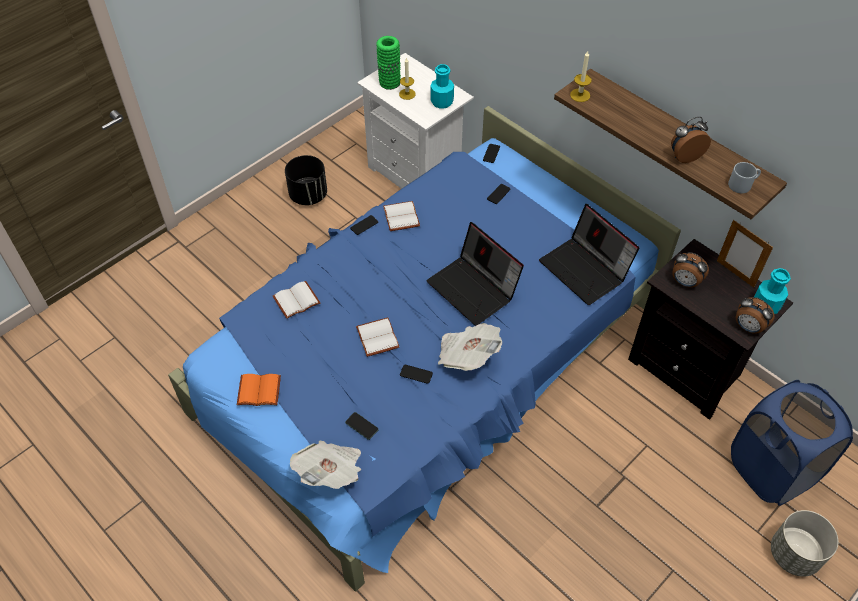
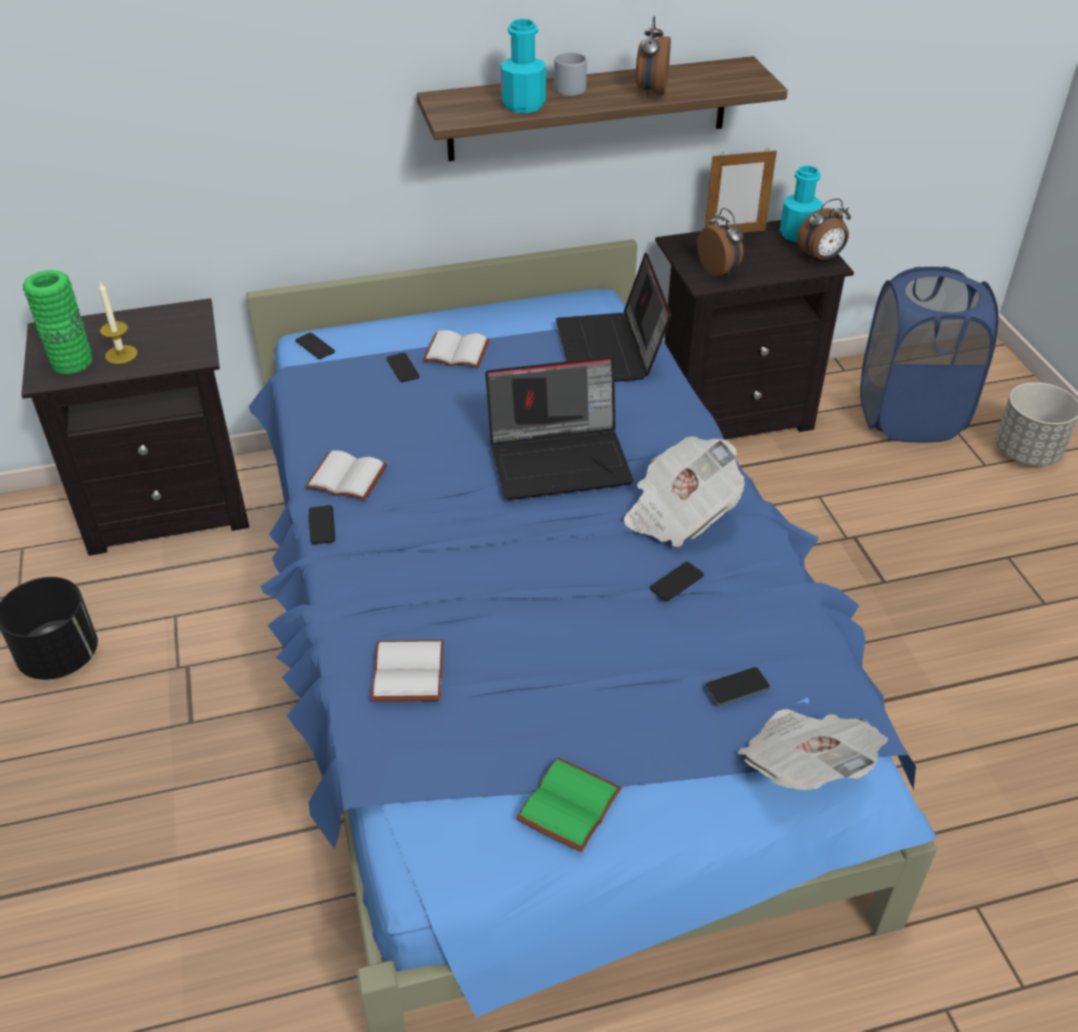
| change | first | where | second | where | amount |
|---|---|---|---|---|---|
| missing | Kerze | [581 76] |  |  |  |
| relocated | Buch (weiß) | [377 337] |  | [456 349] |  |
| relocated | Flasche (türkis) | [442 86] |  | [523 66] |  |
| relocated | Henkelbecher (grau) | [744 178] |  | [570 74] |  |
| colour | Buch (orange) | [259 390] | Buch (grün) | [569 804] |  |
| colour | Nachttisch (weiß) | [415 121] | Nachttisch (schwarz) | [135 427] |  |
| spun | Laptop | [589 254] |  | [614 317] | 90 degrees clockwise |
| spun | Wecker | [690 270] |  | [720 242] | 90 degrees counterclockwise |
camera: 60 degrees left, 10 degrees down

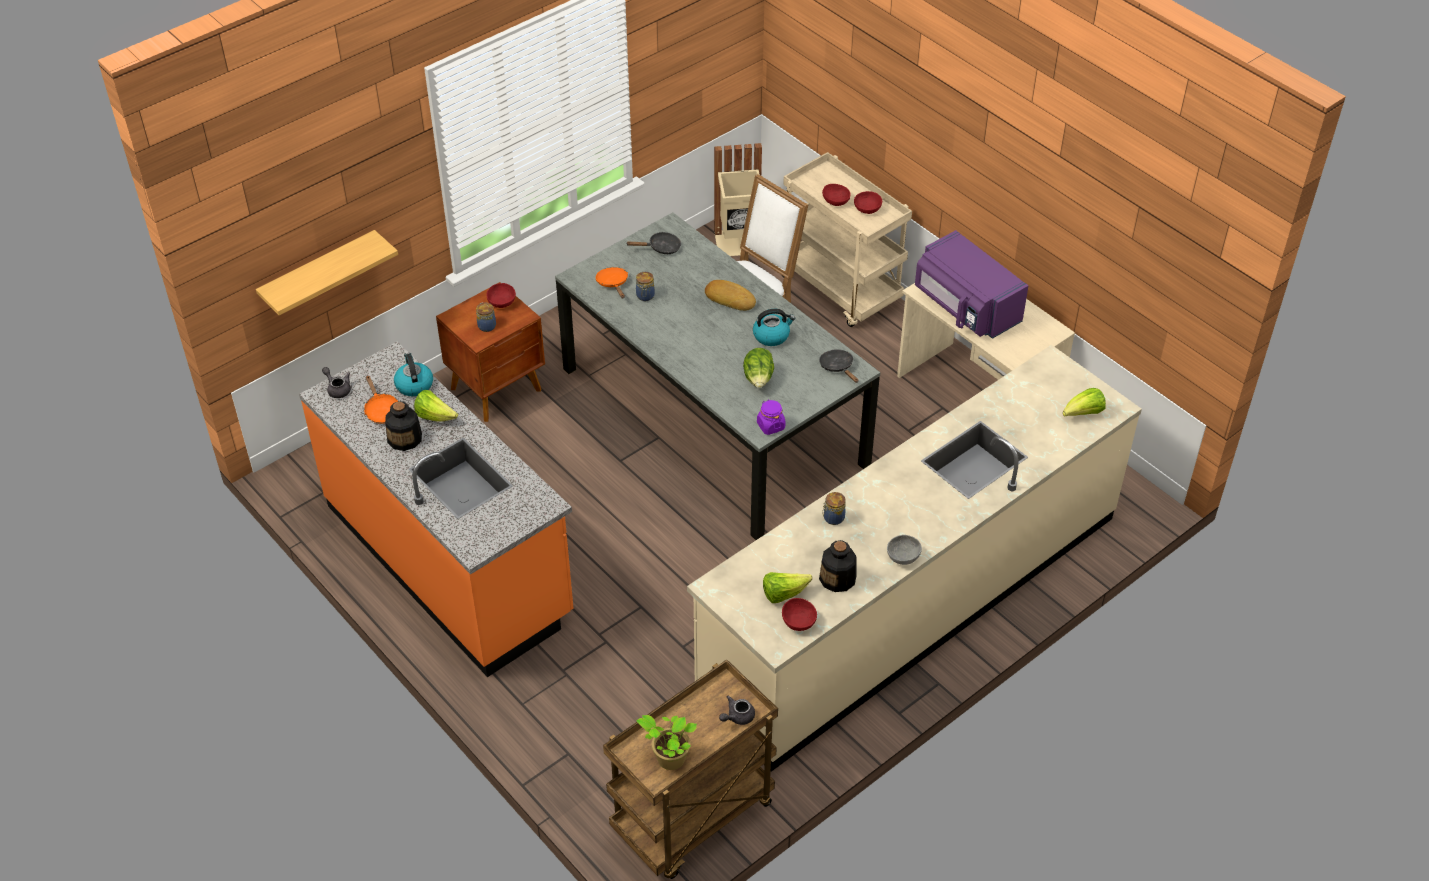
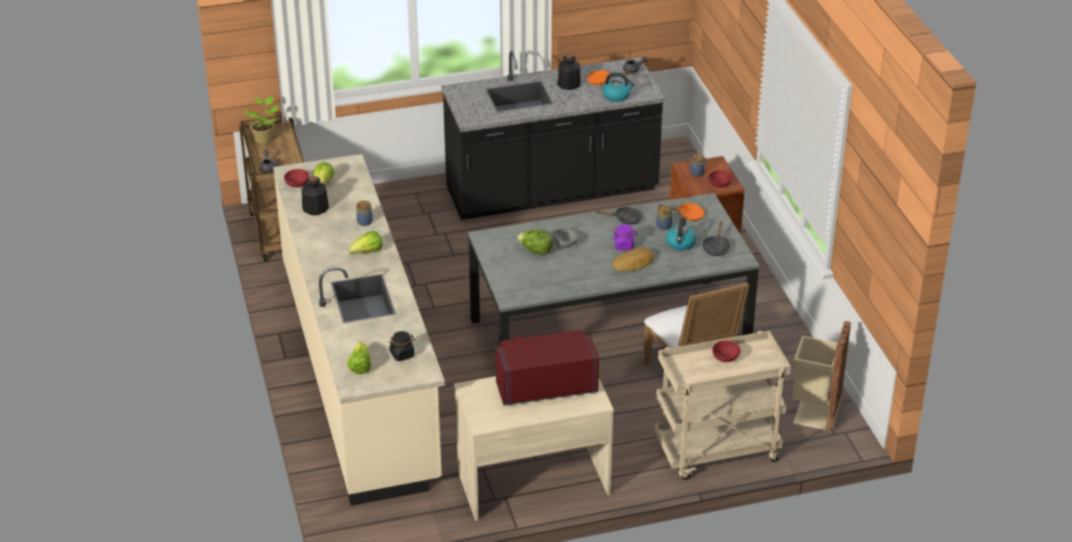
| change | first | where | second | where | amount |
|---|---|---|---|---|---|
| missing | Wandregal | [327 272] |  |  |  |
| missing | Schüssel (rot) | [868 202] |  |  |  |
| appeared |  |  | Vorratsglas (schwarz) | [402 346] |  |
| relocated | Salatkopf | [436 406] |  | [365 242] |  |
| relocated | Wasserkessel | [774 327] |  | [681 233] |  |
| relocated | Vorratsglas (lila) | [771 417] |  | [625 237] |  |
| relocated | Pfanne (schwarz) | [839 366] |  | [619 215] |  |
| relocated | Schüssel (grau) | [904 550] |  | [565 237] |  |
| colour | Küchenzeile (orange) | [436 509] | Küchenzeile (schwarz) | [553 135] |  |
| colour | Mikrowelle (lila) | [971 284] | Mikrowelle (rot) | [547 368] |  |
camera: 115 degrees right, 10 degrees down

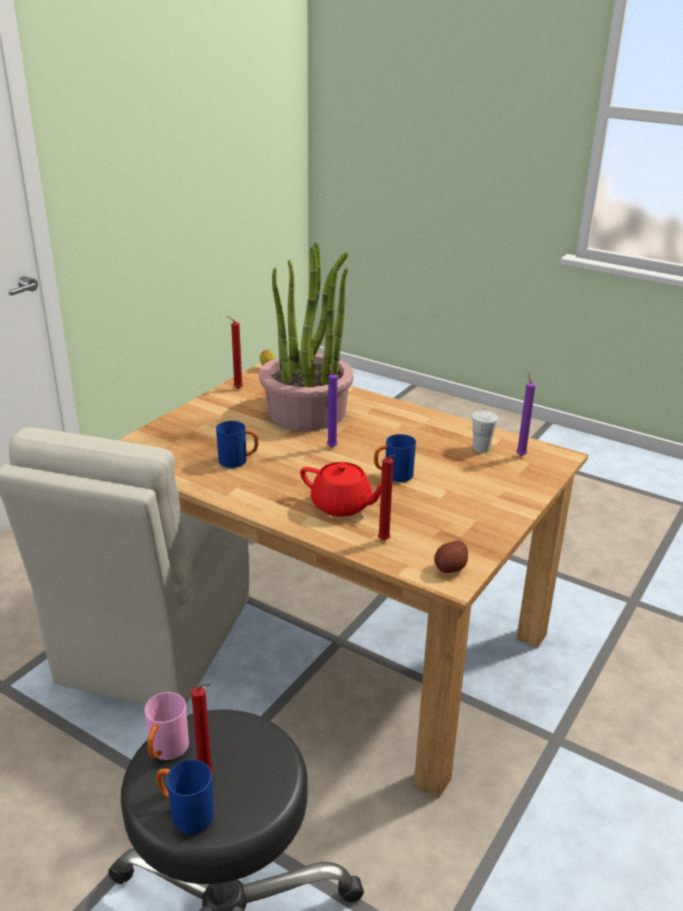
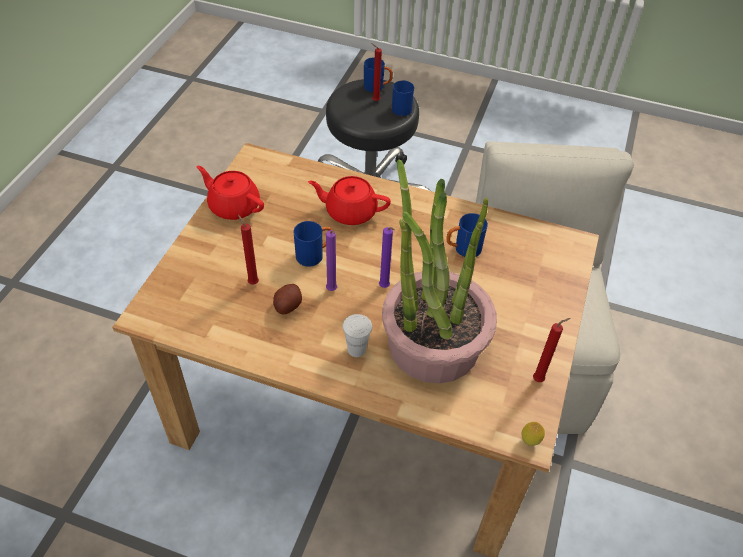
| change | first | where | second | where | amount |
|---|---|---|---|---|---|
| appeared |  |  | Teekanne (rot) | [230 193] |  |
| relocated | Kerze (rot) | [386 497] |  | [248 250] |  |
| relocated | Kartoffel | [451 557] |  | [287 299] |  |
| relocated | Tasse (weiß) | [485 431] |  | [357 335] |  |
| relocated | Kerze (lila) | [526 414] |  | [331 260] |  |
| colour | Henkelbecher (rosa) | [167 726] | Henkelbecher (blau) | [403 98] |  |
camera: 165 degrees right, 20 degrees up

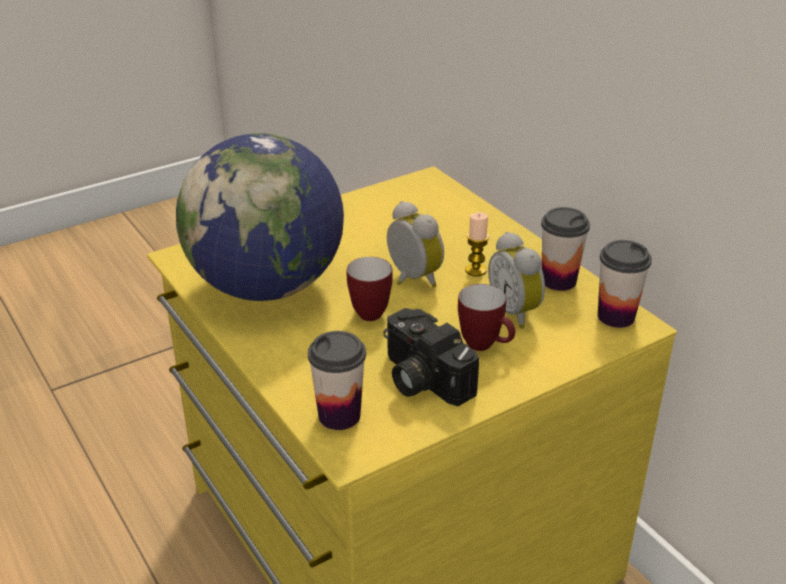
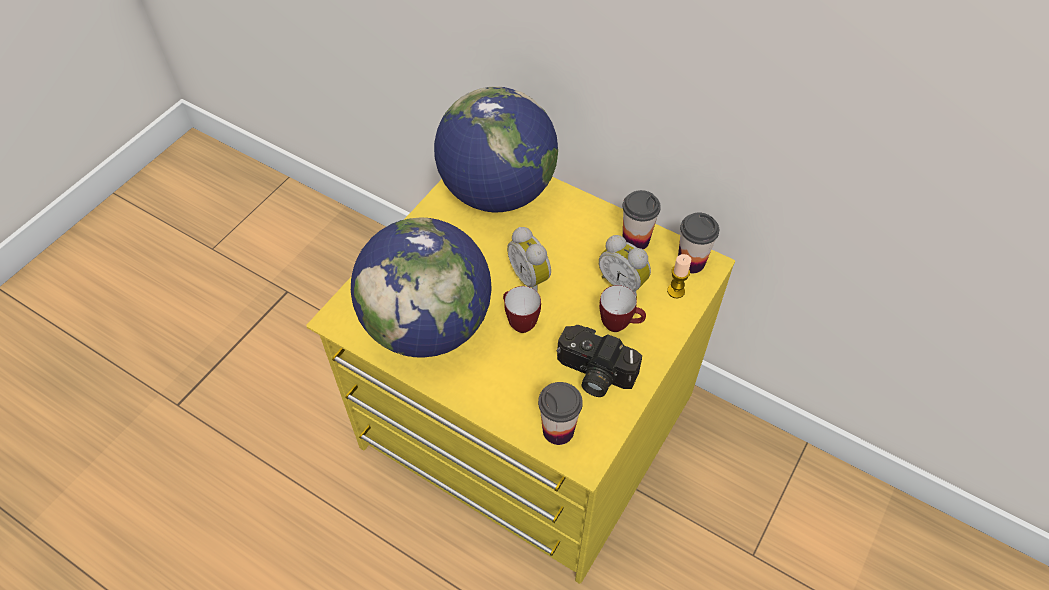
| change | first | where | second | where | amount |
|---|---|---|---|---|---|
| appeared |  |  | Globus | [496 149] |  |
| relocated | Kerze | [477 244] |  | [679 276] |  |
| spun | Wecker | [415 244] |  | [529 259] | 150 degrees counterclockwise |
camera: 25 degrees left, 20 degrees up

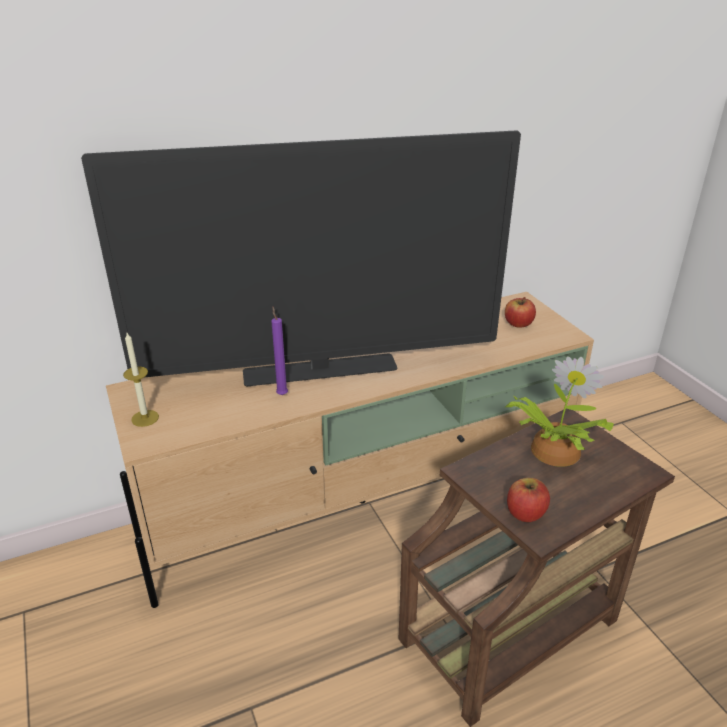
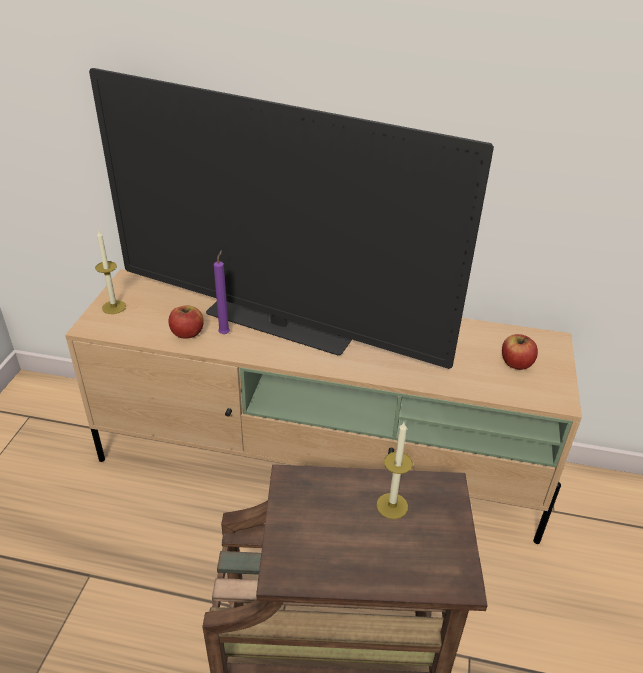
| change | first | where | second | where | amount |
|---|---|---|---|---|---|
| relocated | Apfel | [528 500] |  | [186 322] |  |
| exchanged | Topfpflanze | [560 411] | Kerze | [394 470] |  |
camera: 35 degrees right, 5 degrees up

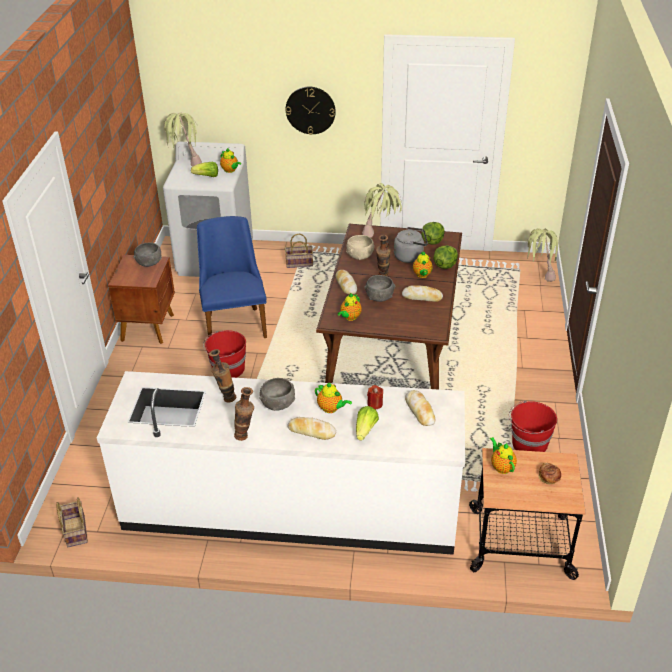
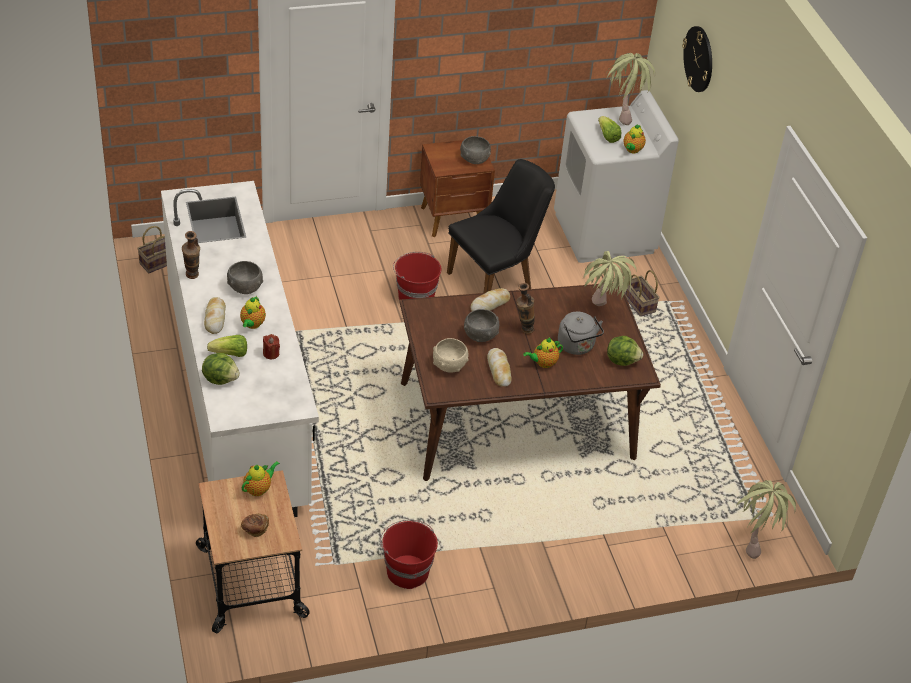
| change | first | where | second | where | amount |
|---|---|---|---|---|---|
| missing | Vase | [222 375] |  |  |  |
| missing | Teekanne | [349 307] |  |  |  |
| missing | Brot | [420 408] |  |  |  |
| relocated | Wanduhr | [311 111] |  | [697 59] |  |
| relocated | Schüssel (beige) | [360 247] |  | [451 355] |  |
| relocated | Salatkopf | [445 257] |  | [221 369] |  |
| colour | Stuhl (blau) | [232 277] | Stuhl (schwarz) | [501 226] |  |
camera: 65 degrees right, 5 degrees up

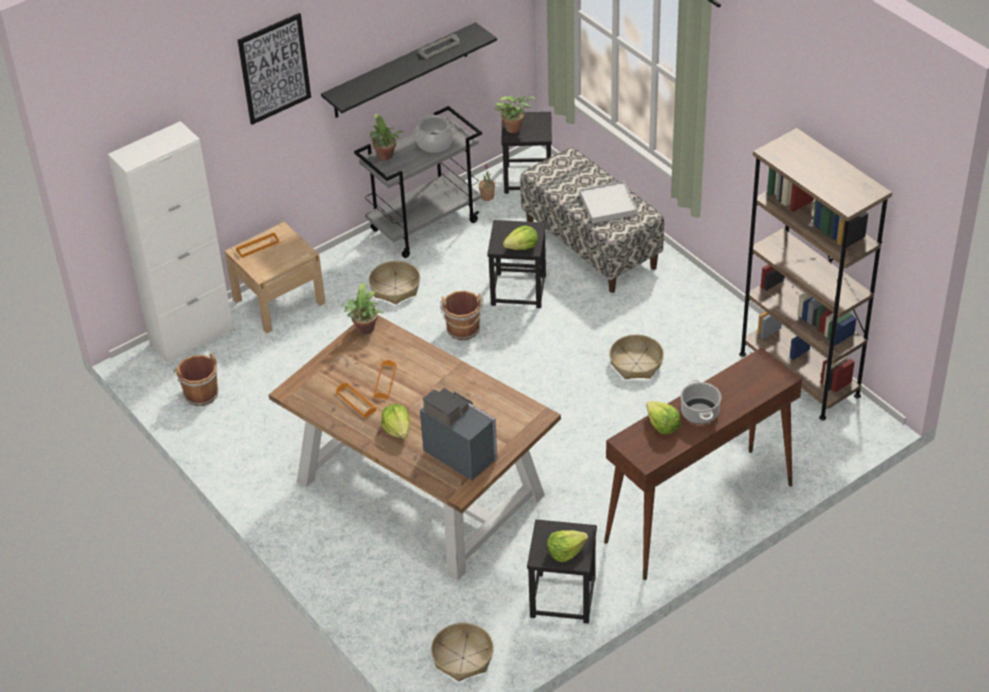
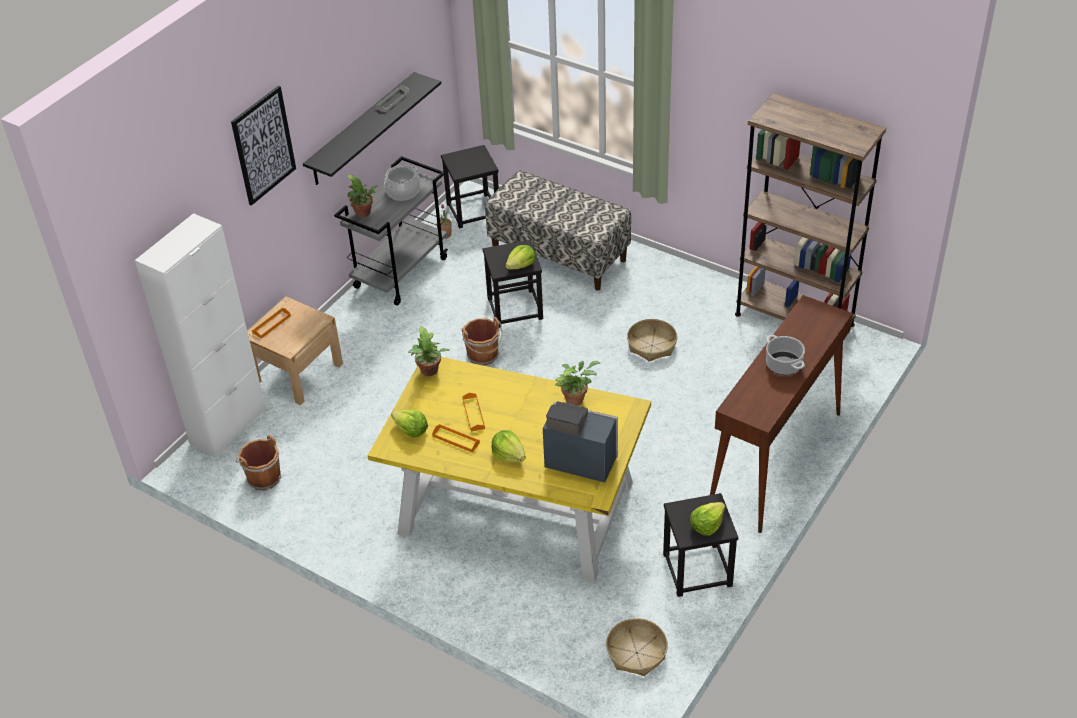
| change | first | where | second | where | amount |
|---|---|---|---|---|---|
| missing | Korb | [394 282] |  |  |  |
| missing | Tablett (weiß) | [608 202] |  |  |  |
| relocated | Topfpflanze | [515 114] |  | [577 383] |  |
| relocated | Salatkopf | [663 417] |  | [409 423] |  |
| colour | Esstisch (braun) | [415 448] | Esstisch (gelb) | [509 470] |  |
camera: 20 degrees left, 0 degrees up

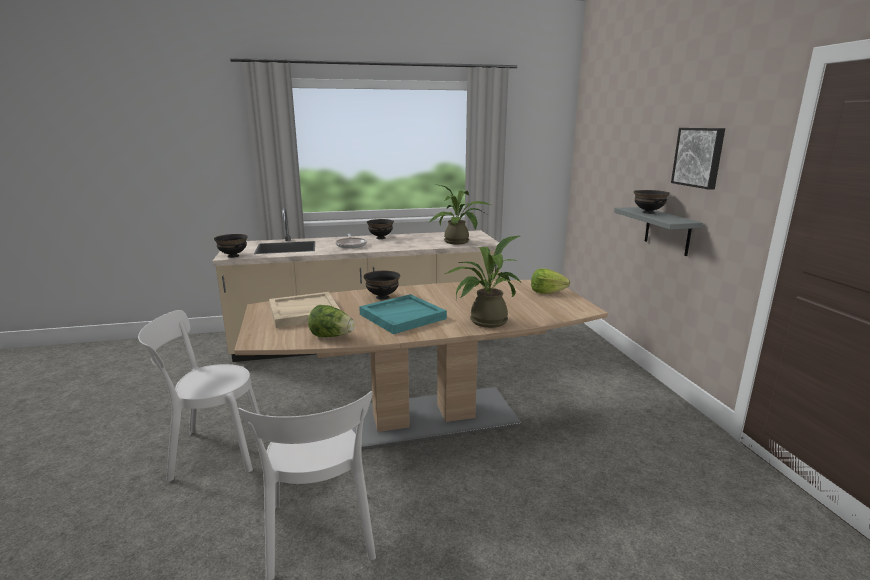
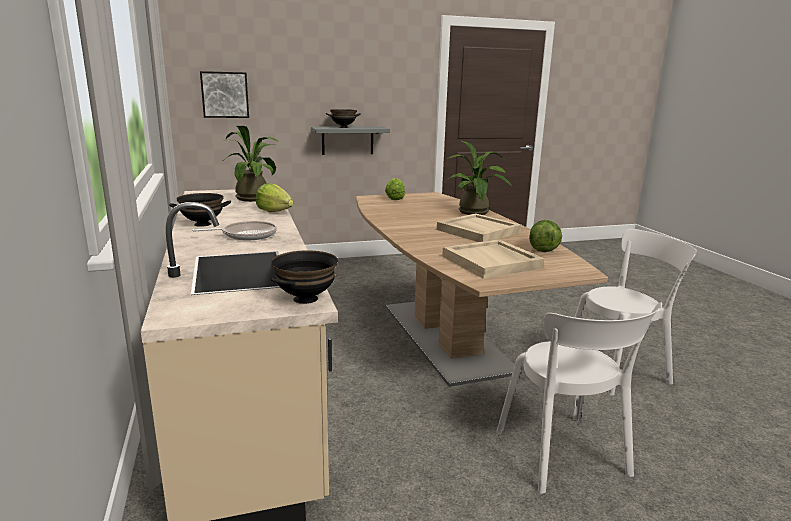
| change | first | where | second | where | amount |
|---|---|---|---|---|---|
| missing | Schüssel (schwarz) | [381 285] |  |  |  |
| appeared |  |  | Salatkopf | [275 197] |  |
| relocated | Bild | [698 159] |  | [224 94] |  |
| colour | Tablett (türkis) | [403 314] | Tablett (beige) | [479 227] |  |
camera: 95 degrees left, 0 degrees up

